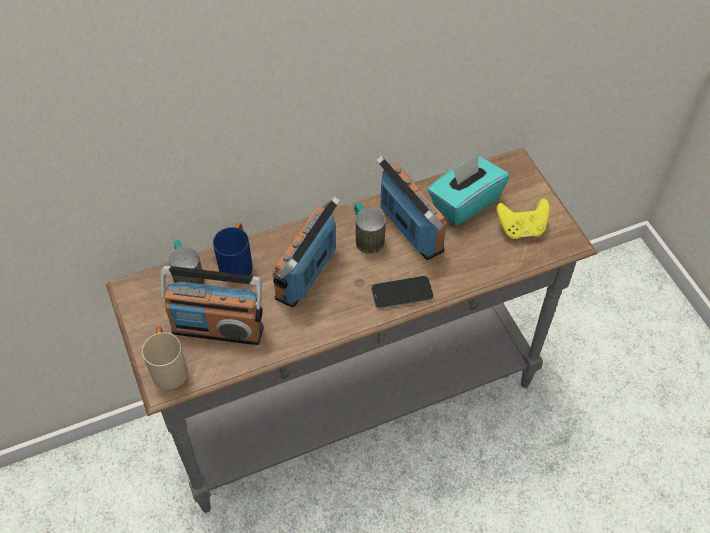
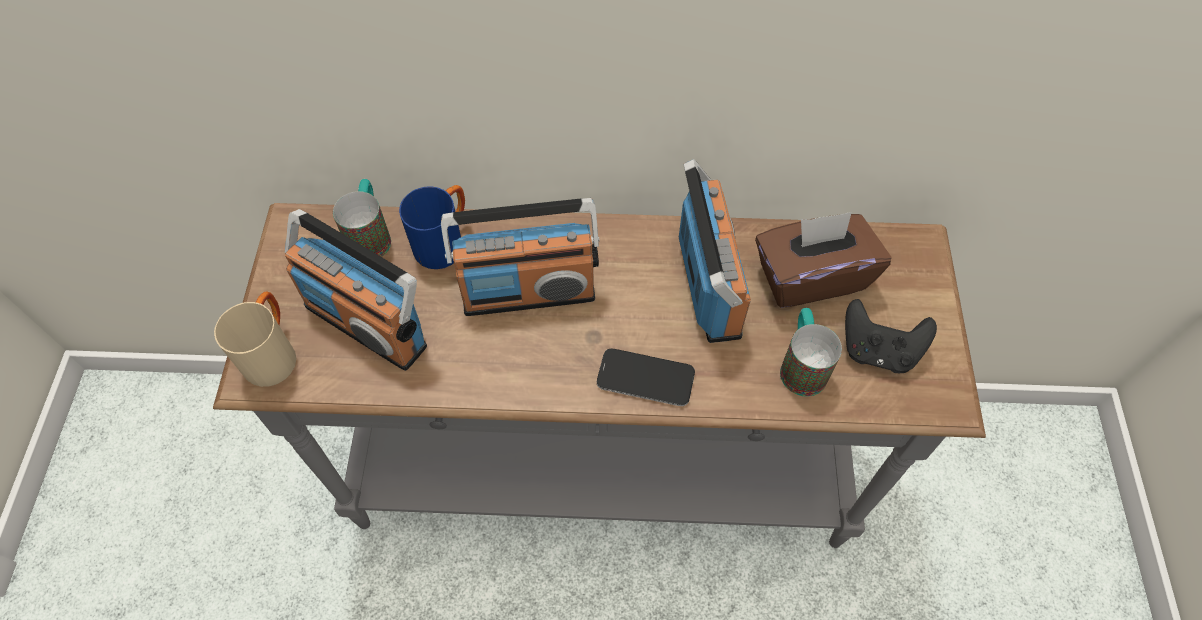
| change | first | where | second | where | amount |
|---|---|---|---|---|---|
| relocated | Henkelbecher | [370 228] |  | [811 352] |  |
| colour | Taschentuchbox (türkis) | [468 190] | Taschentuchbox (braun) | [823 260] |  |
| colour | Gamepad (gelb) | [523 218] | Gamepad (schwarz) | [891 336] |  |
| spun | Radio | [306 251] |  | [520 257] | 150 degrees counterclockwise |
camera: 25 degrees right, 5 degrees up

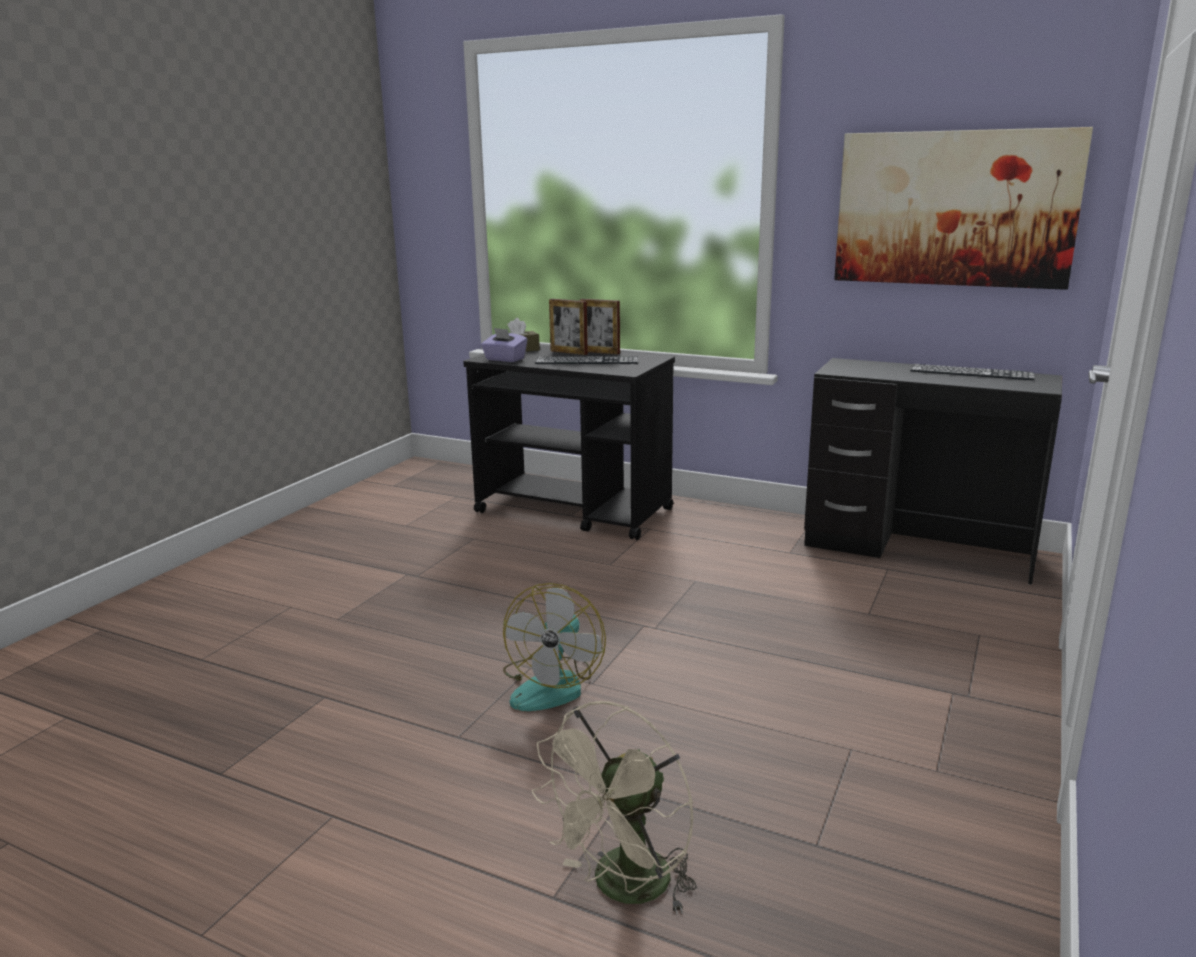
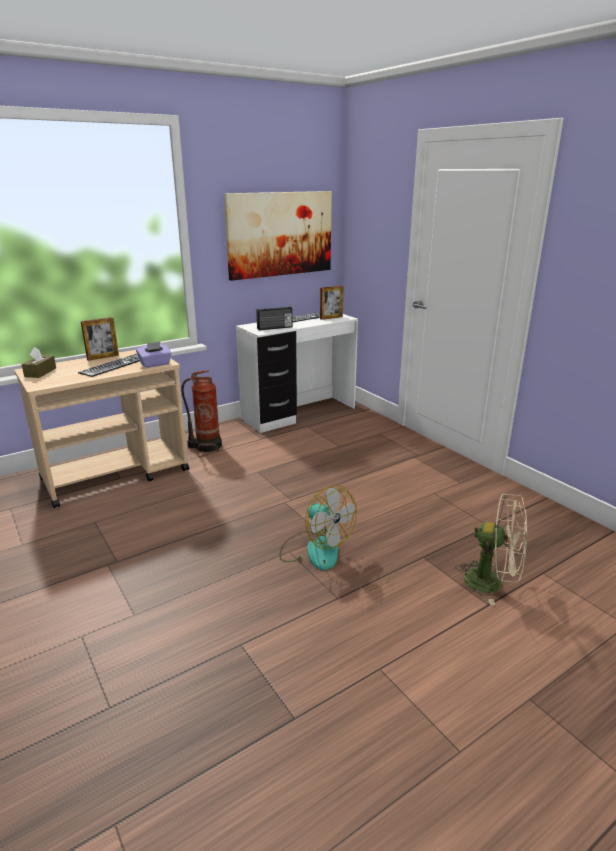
| change | first | where | second | where | amount |
|---|---|---|---|---|---|
| appeared |  |  | Feuerlöscher | [201 411] |  |
| appeared |  |  | Radio | [274 318] |  |
| relocated | Taschentuchbox (lila) | [504 345] |  | [154 355] |  |
| relocated | Bilderrahmen | [568 327] |  | [332 303] |  |
| colour | Rollwagen (schwarz) | [569 442] | Rollwagen (beige) | [101 429] |  |
| colour | Schreibtisch (schwarz) | [933 471] | Schreibtisch (weiß) | [297 373] |  |
| spun | Ventilator (beige) | [614 807] |  | [491 549] | 45 degrees counterclockwise |
camera: 60 degrees left, 5 degrees up

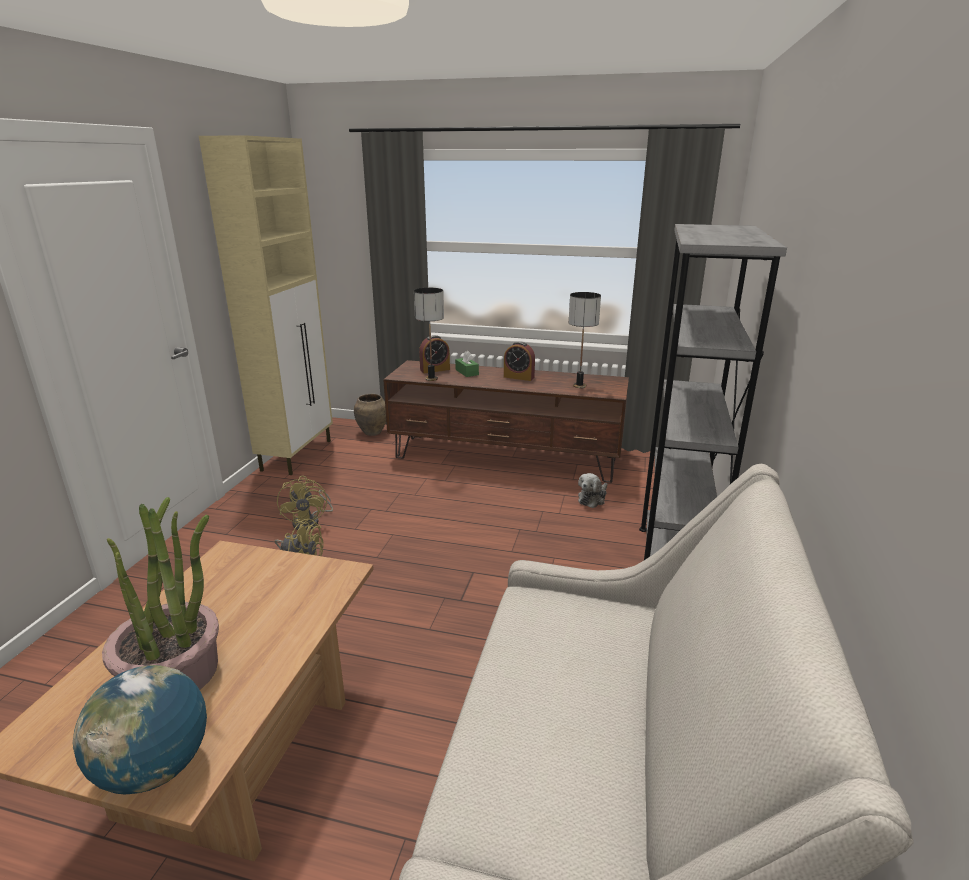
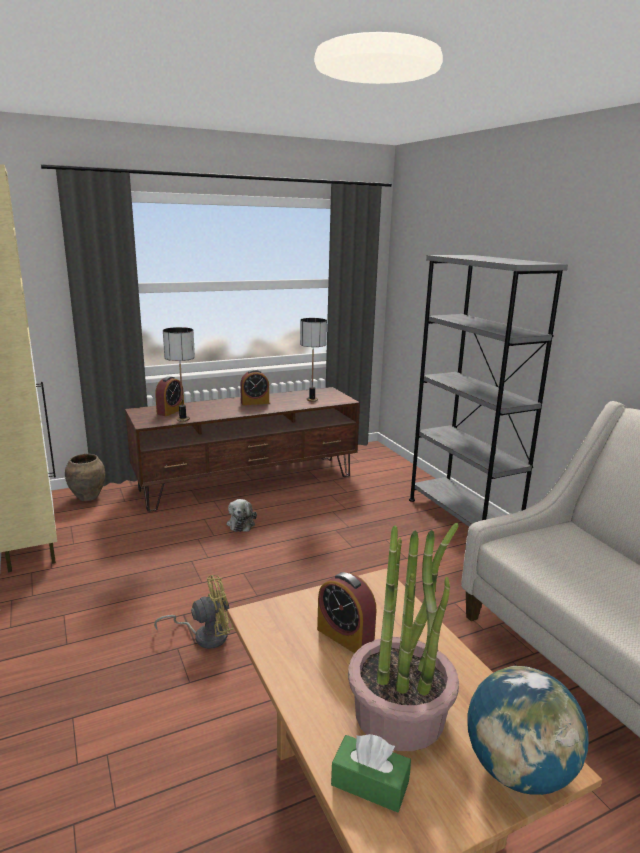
| change | first | where | second | where | amount |
|---|---|---|---|---|---|
| missing | Ventilator (gelb) | [305 503] |  |  |  |
| appeared |  |  | Wecker | [346 612] |  |
| relocated | Taschentuchbox (grün) | [467 364] |  | [371 773] |  |
| relocated | Plüschtier | [593 490] |  | [242 515] |  |
camera: 40 degrees left, 5 degrees down

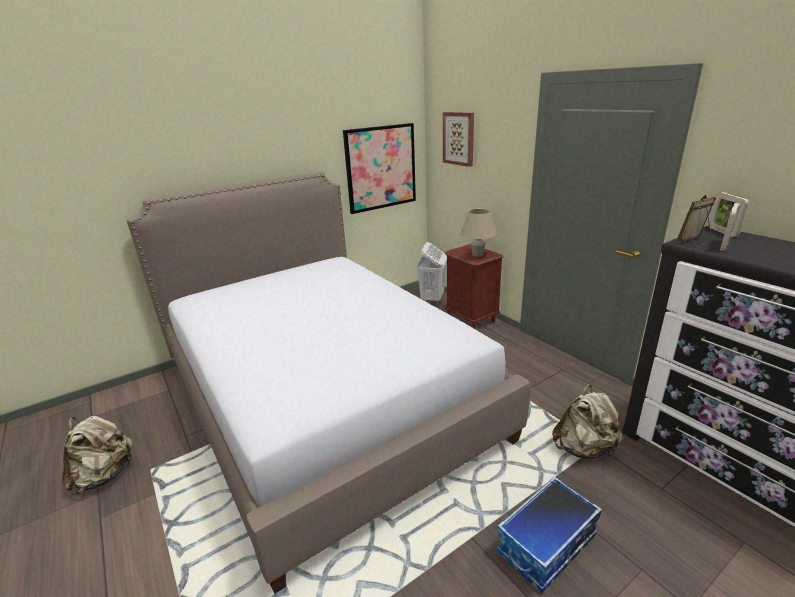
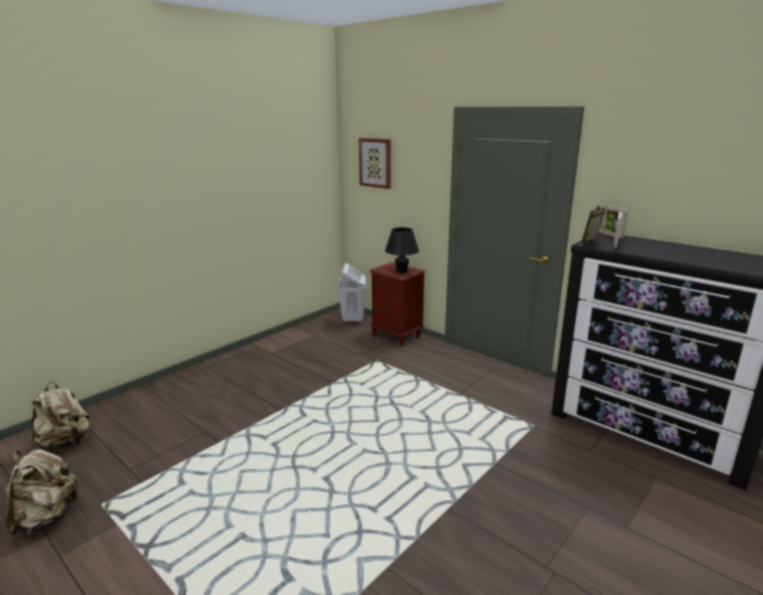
| change | first | where | second | where | amount |
|---|---|---|---|---|---|
| missing | Bett | [328 383] |  |  |  |
| missing | Bild | [379 168] |  |  |  |
| missing | Aufbewahrungsbox | [549 535] |  |  |  |
| relocated | Rucksack (beige) | [587 421] |  | [60 415] |  |
| colour | Tischlampe (beige) | [479 233] | Tischlampe (schwarz) | [402 250] |  |
camera: 15 degrees left, 5 degrees down

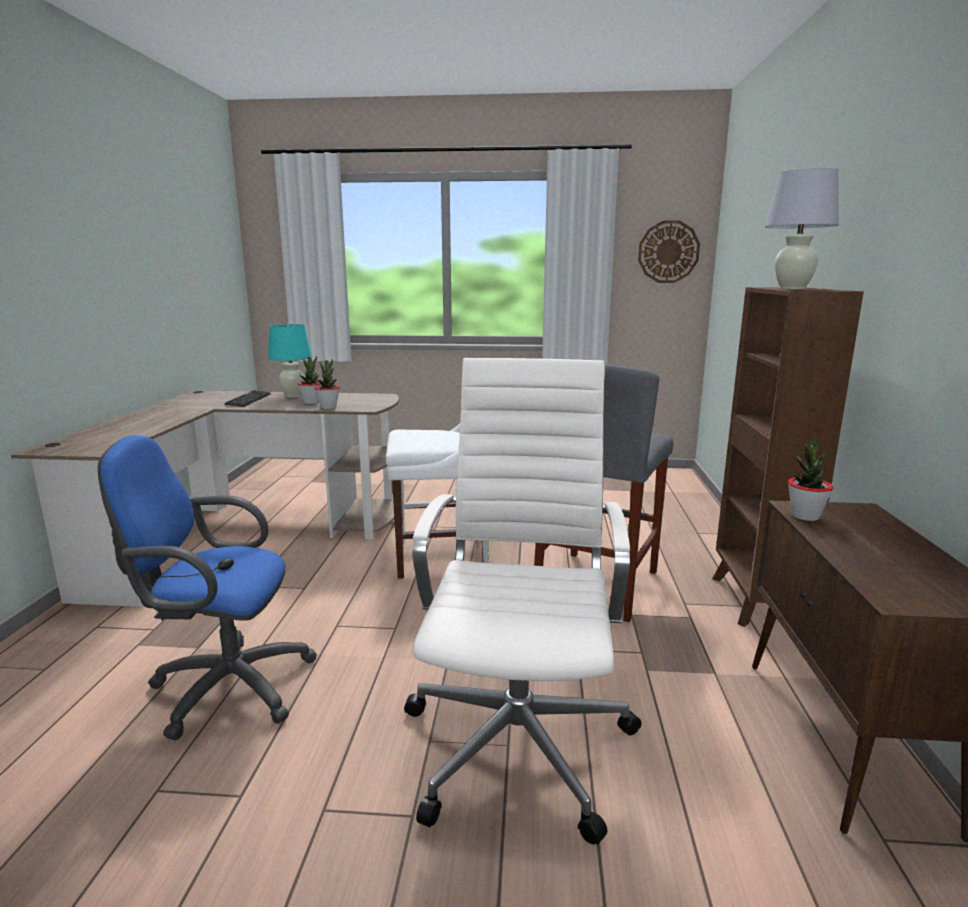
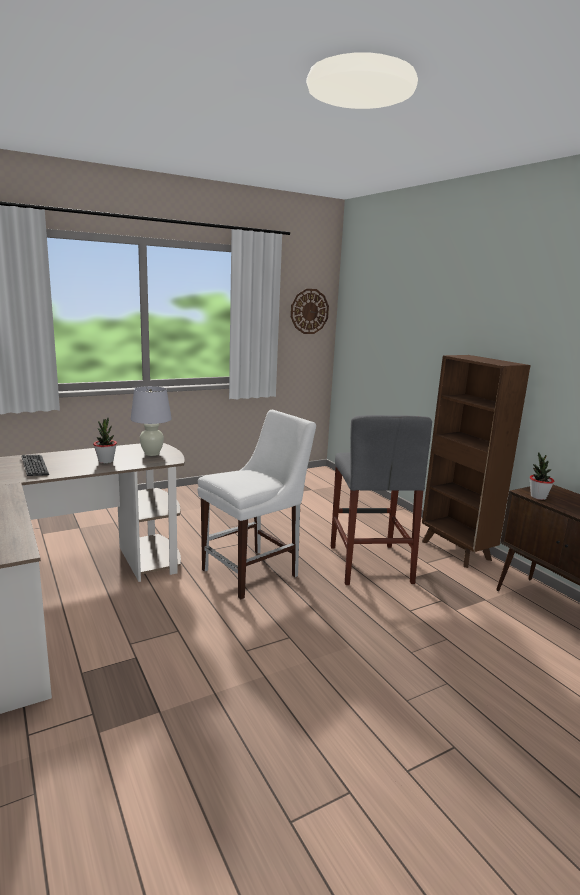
| change | first | where | second | where | amount |
|---|---|---|---|---|---|
| missing | Bürostuhl (blau) | [207 587] |  |  |  |
| missing | Tischlampe (türkis) | [290 360] |  |  |  |
| missing | Topfpflanze | [327 384] |  |  |  |
| missing | Bürostuhl (weiß) | [523 601] |  |  |  |
| relocated | Tischlampe (weiß) | [802 229] |  | [151 421] |  |
camera: 35 degrees left, 0 degrees up

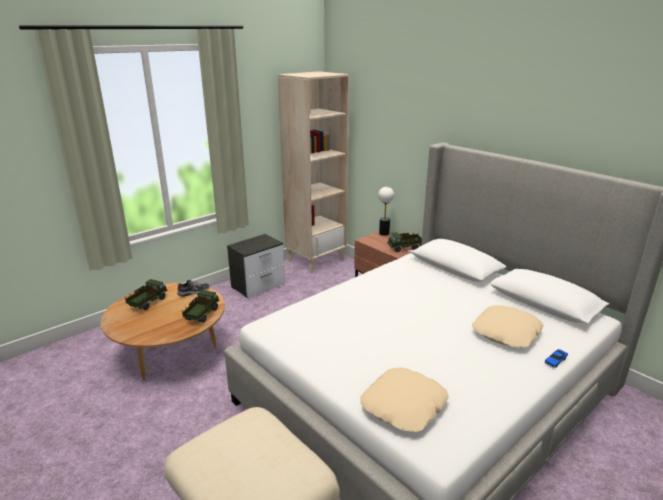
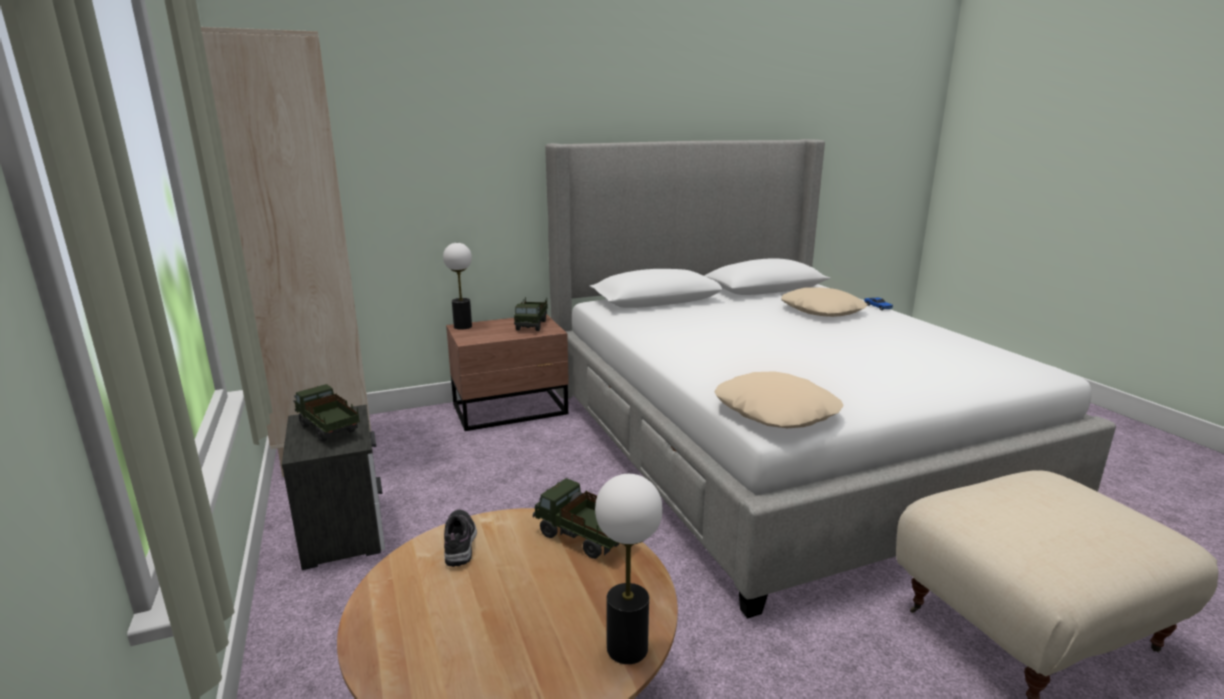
| change | first | where | second | where | amount |
|---|---|---|---|---|---|
| appeared |  |  | Tischlampe | [629 569] |  |
| relocated | Spielzeuglaster | [146 294] |  | [326 413] |  |
| relocated | Kissen (beige) | [404 399] |  | [779 399] |  |
camera: 70 degrees left, 5 degrees down

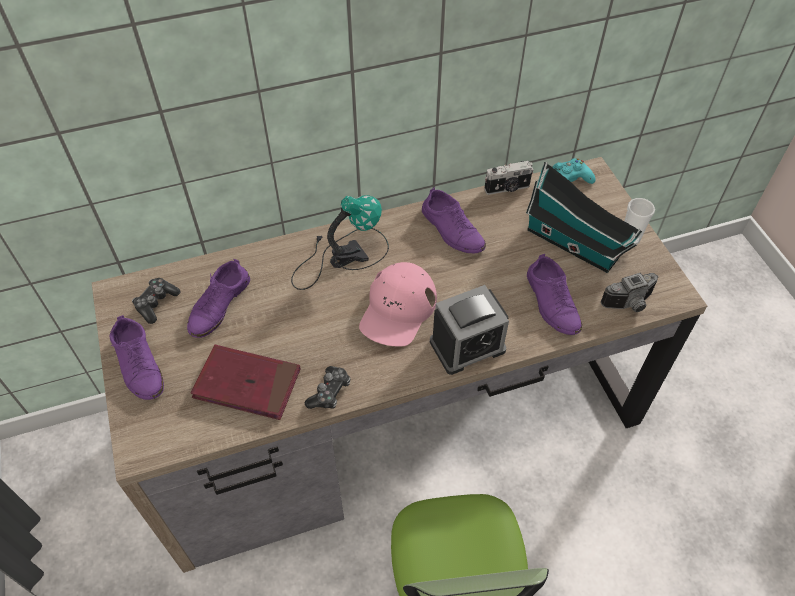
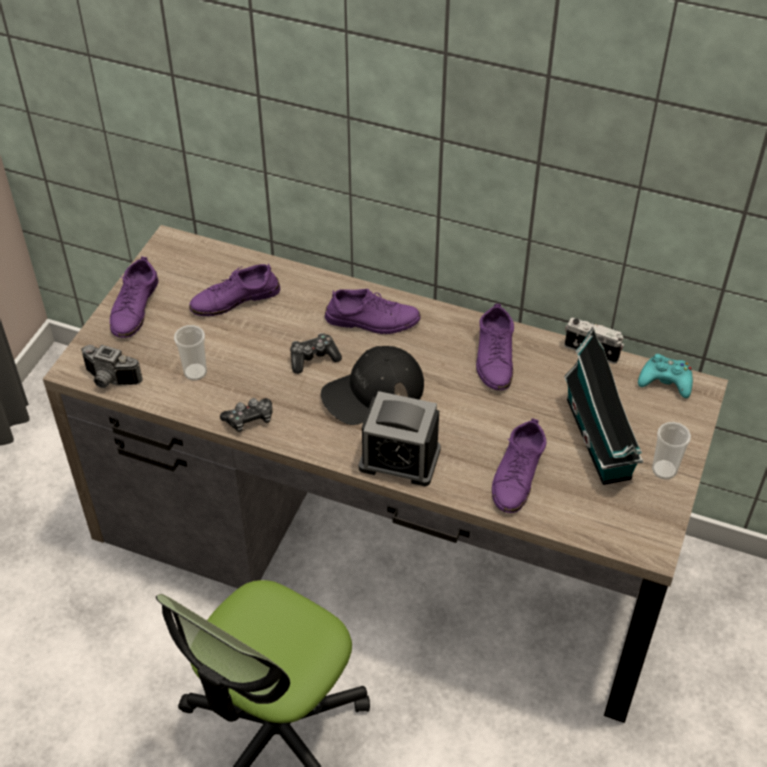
| change | first | where | second | where | amount |
|---|---|---|---|---|---|
| relocated | Gamepad | [156 301] |  | [316 353] |  |
| relocated | Kamera | [629 292] |  | [112 366] |  |
| exchanged | Buch (rot) | [245 382] | Tasse | [190 353] |  |
| exchanged | Tischlampe | [340 242] | Schuh (lila) | [373 311] |  |
| colour | Kappe (rosa) | [398 304] | Kappe (schwarz) | [372 385] |  |
camera: 40 degrees right, 5 degrees down

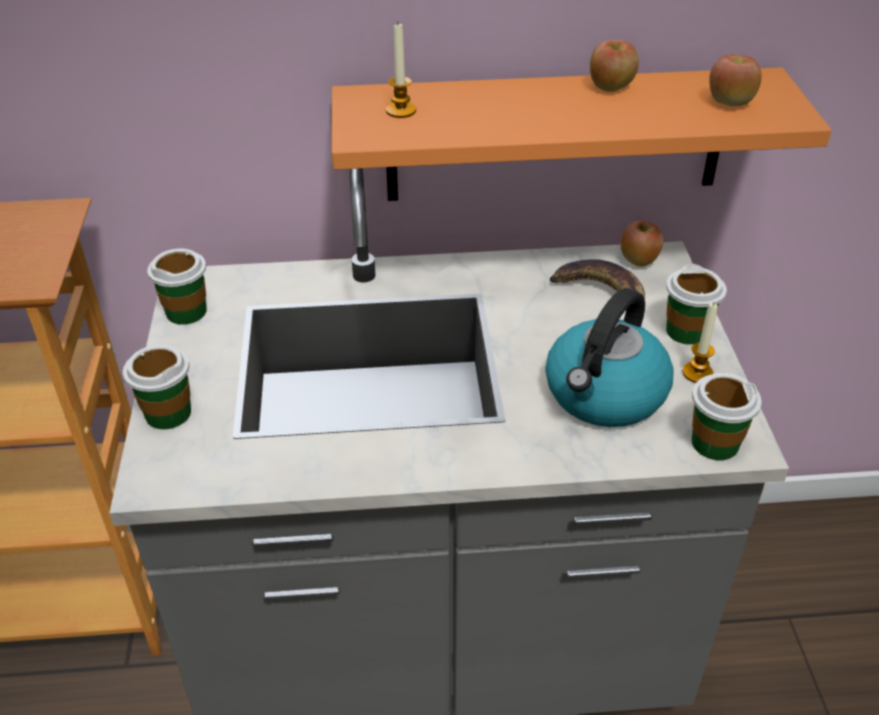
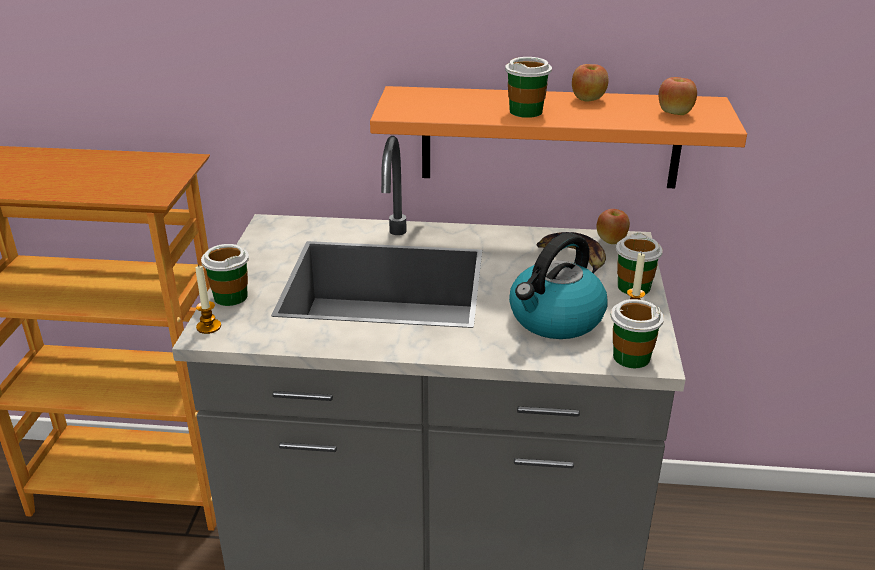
| change | first | where | second | where | amount |
|---|---|---|---|---|---|
| relocated | Tasse | [177 286] |  | [528 87] |  |
| relocated | Kerze | [401 71] |  | [208 299] |  |
camera: 10 degrees right, 10 degrees down

